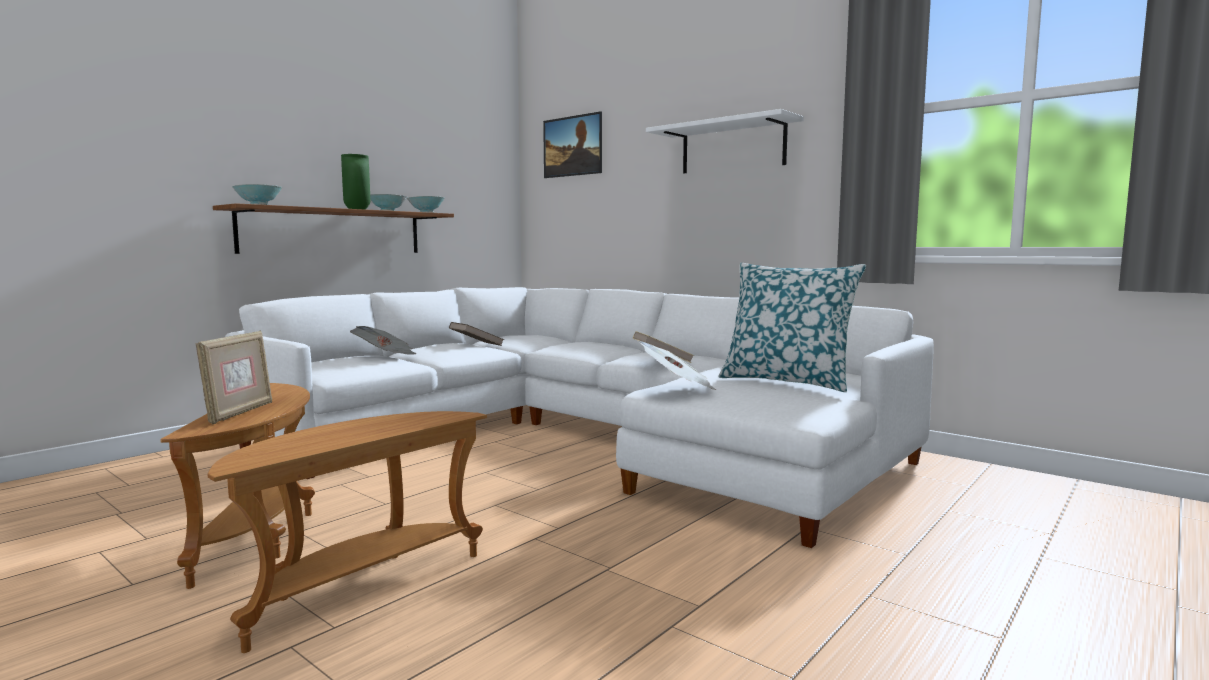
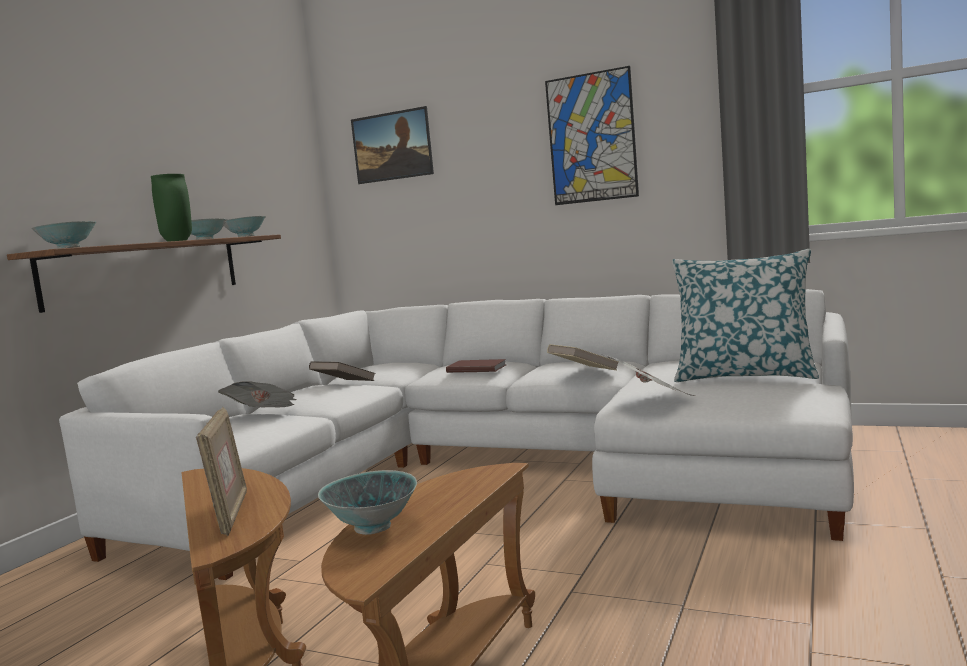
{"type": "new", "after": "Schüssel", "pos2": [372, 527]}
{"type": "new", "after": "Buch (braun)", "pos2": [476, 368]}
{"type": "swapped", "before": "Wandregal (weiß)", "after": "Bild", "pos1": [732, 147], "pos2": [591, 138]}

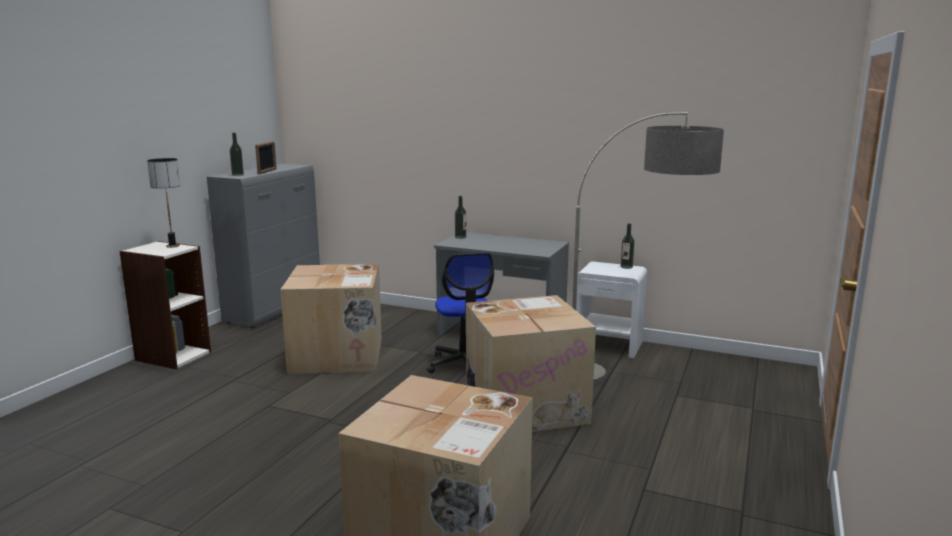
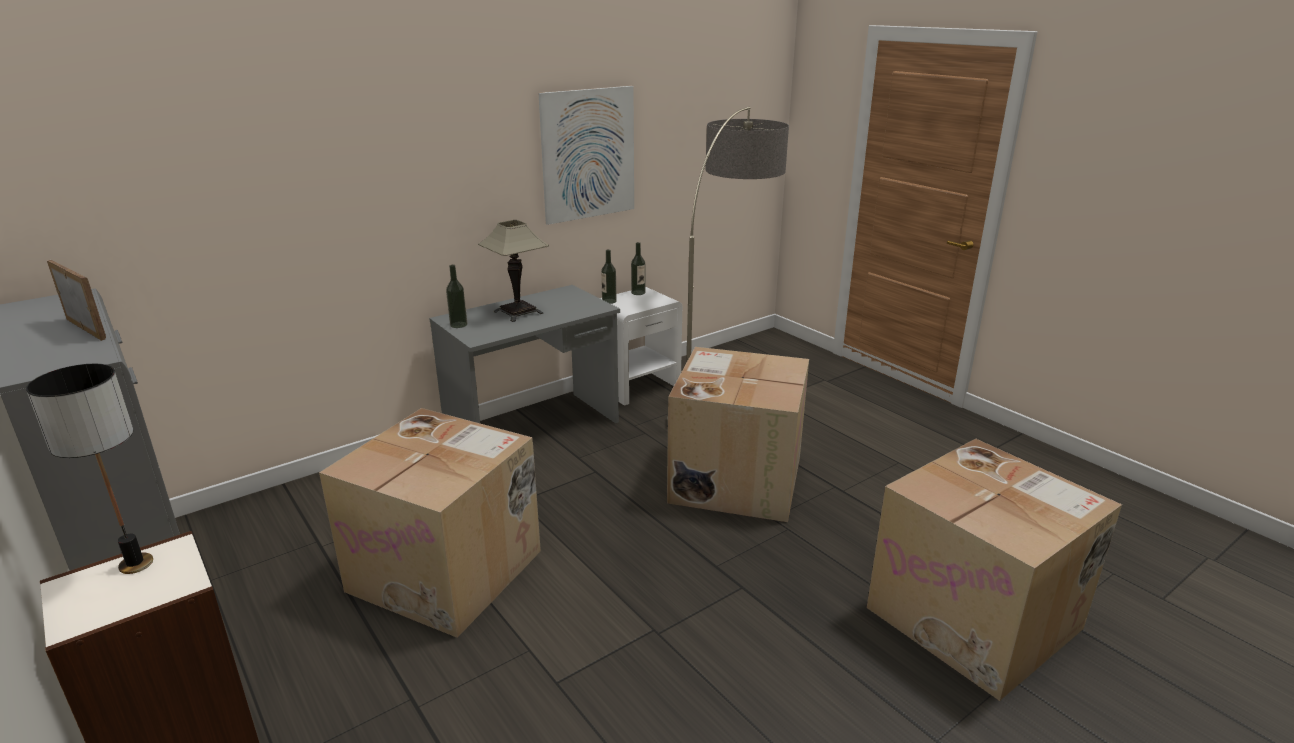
{"type": "gone", "before": "Bürostuhl", "pos1": [464, 364]}
{"type": "new", "after": "Tischlampe", "pos2": [518, 312]}
{"type": "new", "after": "Bild", "pos2": [588, 154]}
{"type": "shifted", "before": "Flasche", "pos1": [237, 175], "pos2": [609, 301]}

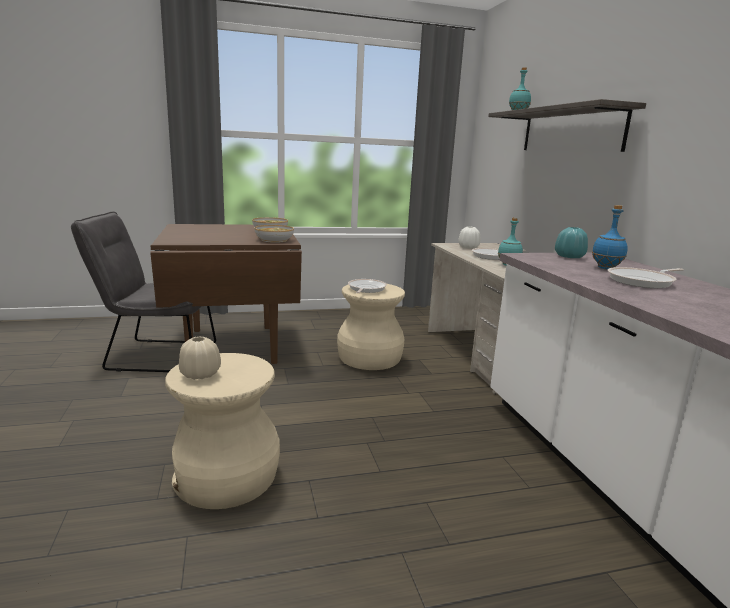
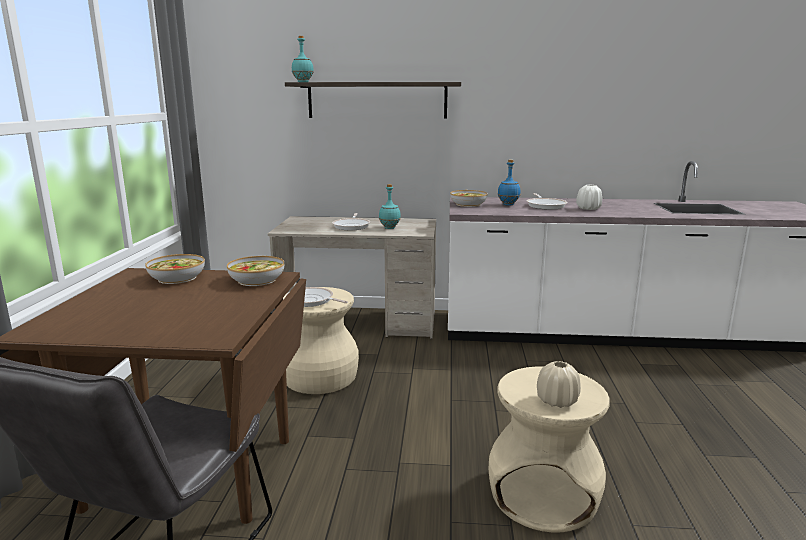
{"type": "shifted", "before": "Vase (weiß)", "pos1": [468, 247], "pos2": [588, 208]}
{"type": "swapped", "before": "Vase (türkis)", "after": "Schüssel", "pos1": [569, 257], "pos2": [468, 204]}

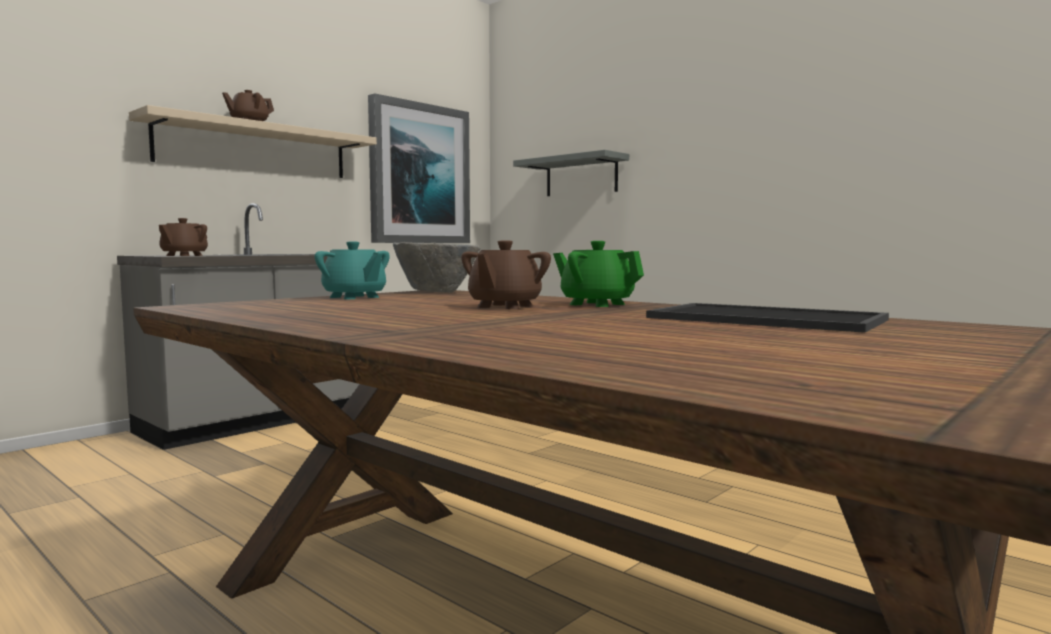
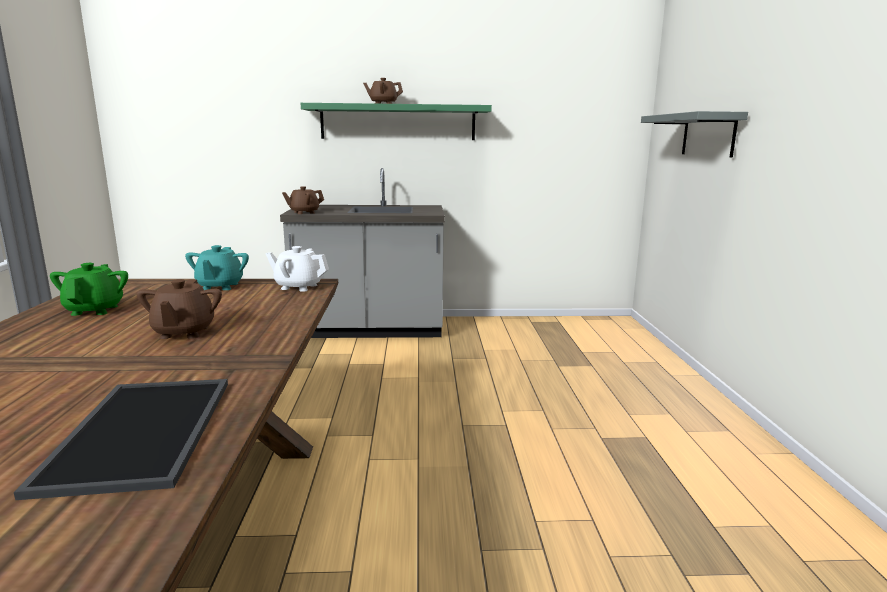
{"type": "gone", "before": "Bild", "pos1": [419, 174]}
{"type": "shifted", "before": "Teekanne (grün)", "pos1": [596, 304], "pos2": [95, 310]}
{"type": "swapped", "before": "Schüssel (grau)", "after": "Teekanne (weiß)", "pos1": [437, 292], "pos2": [298, 287]}
{"type": "repainted", "before": "Wandregal (beige)", "after": "Wandregal (grün)", "pos1": [255, 149], "pos2": [398, 122]}
{"type": "rotated", "before": "Teekanne (braun)", "pos1": [504, 306], "pos2": [183, 332], "turn": -75}

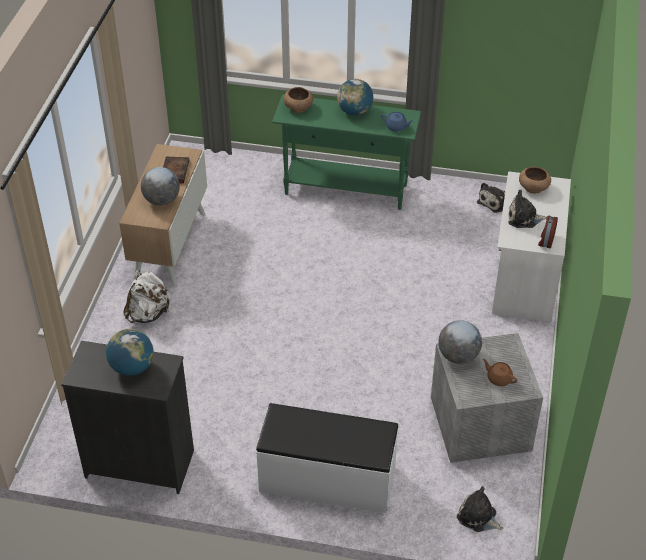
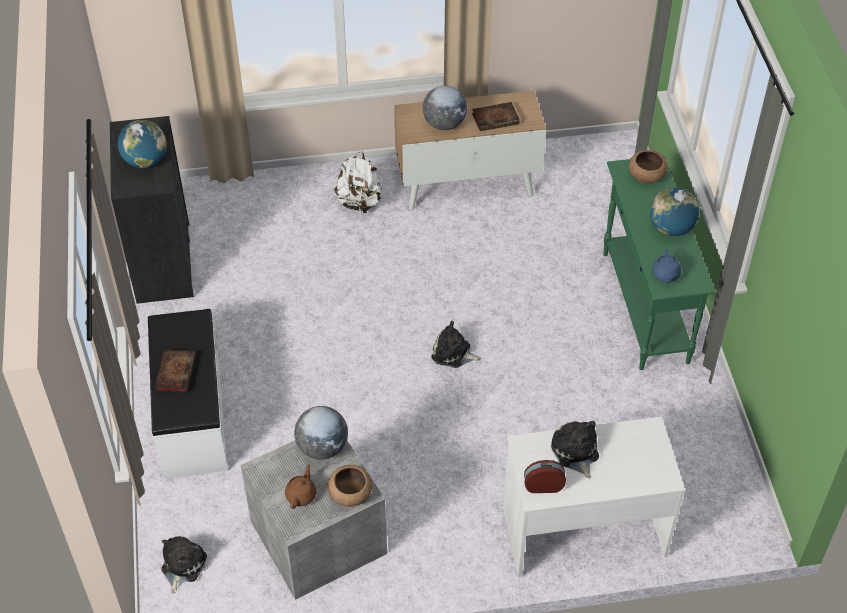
{"type": "new", "after": "Buch", "pos2": [175, 372]}
{"type": "shifted", "before": "Plüschtier", "pos1": [494, 202], "pos2": [453, 353]}
{"type": "shifted", "before": "Schüssel (braun)", "pos1": [533, 187], "pos2": [351, 494]}

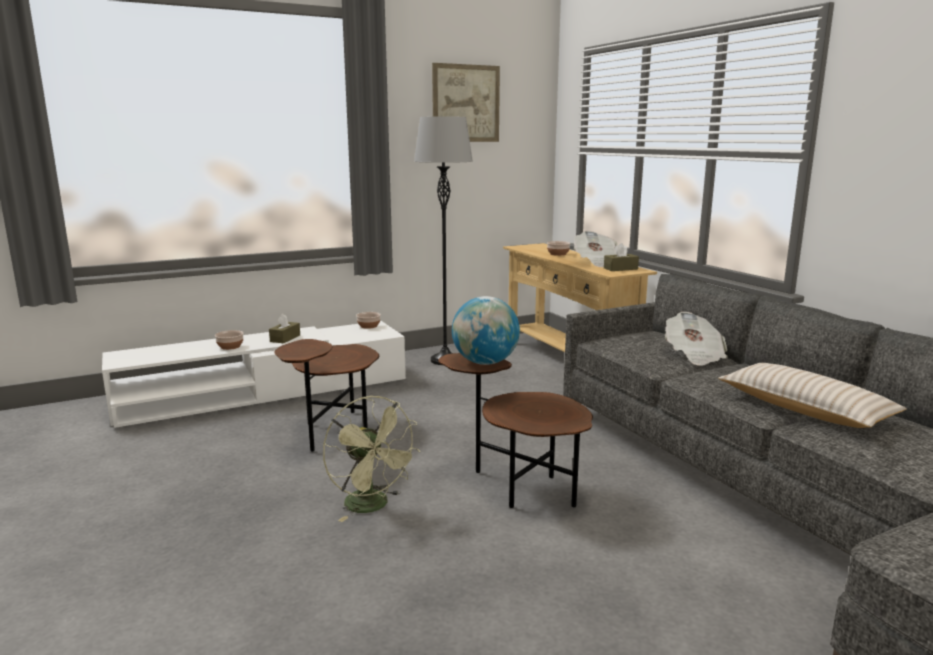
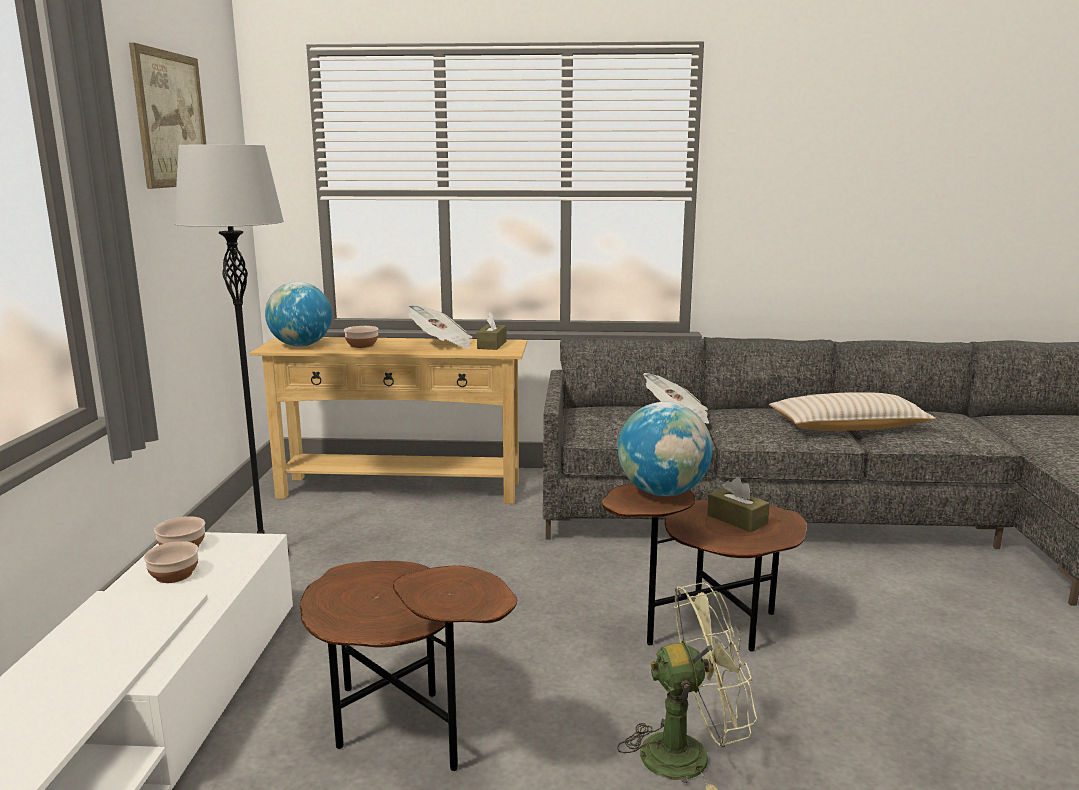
{"type": "new", "after": "Globus", "pos2": [301, 345]}
{"type": "shifted", "before": "Schüssel", "pos1": [230, 346], "pos2": [173, 575]}
{"type": "shifted", "before": "Taschentuchbox (braun)", "pos1": [285, 338], "pos2": [737, 519]}

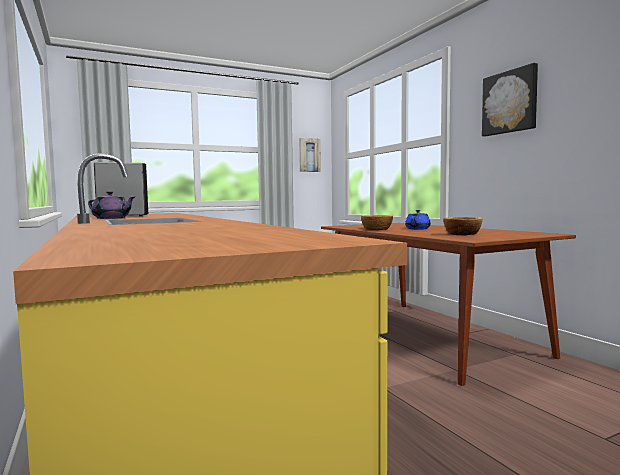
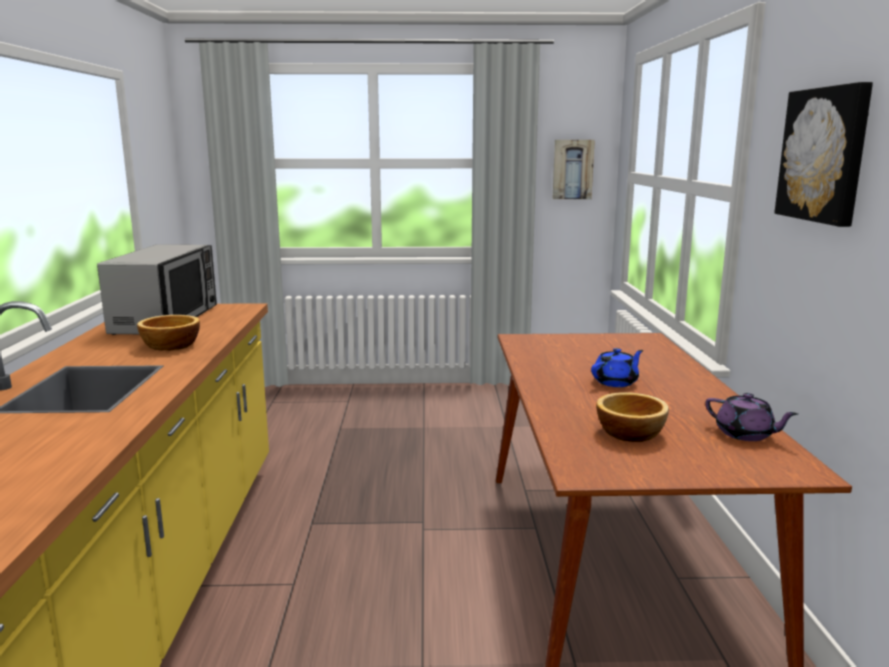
{"type": "shifted", "before": "Teekanne (lila)", "pos1": [112, 218], "pos2": [745, 434]}
{"type": "shifted", "before": "Schüssel", "pos1": [376, 229], "pos2": [169, 346]}

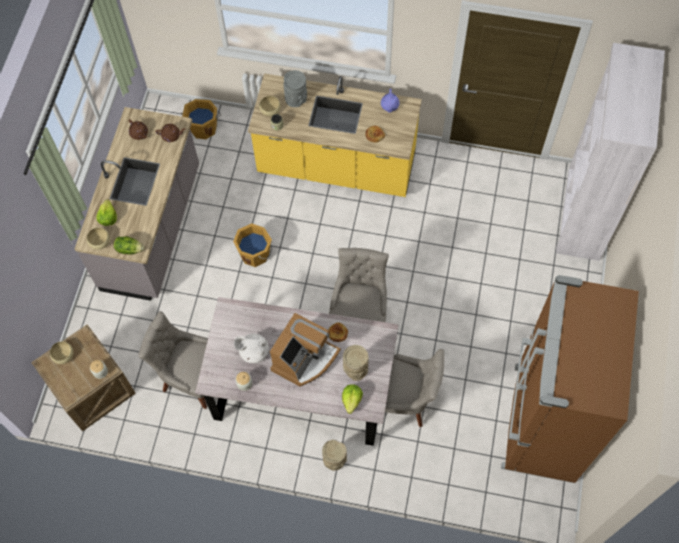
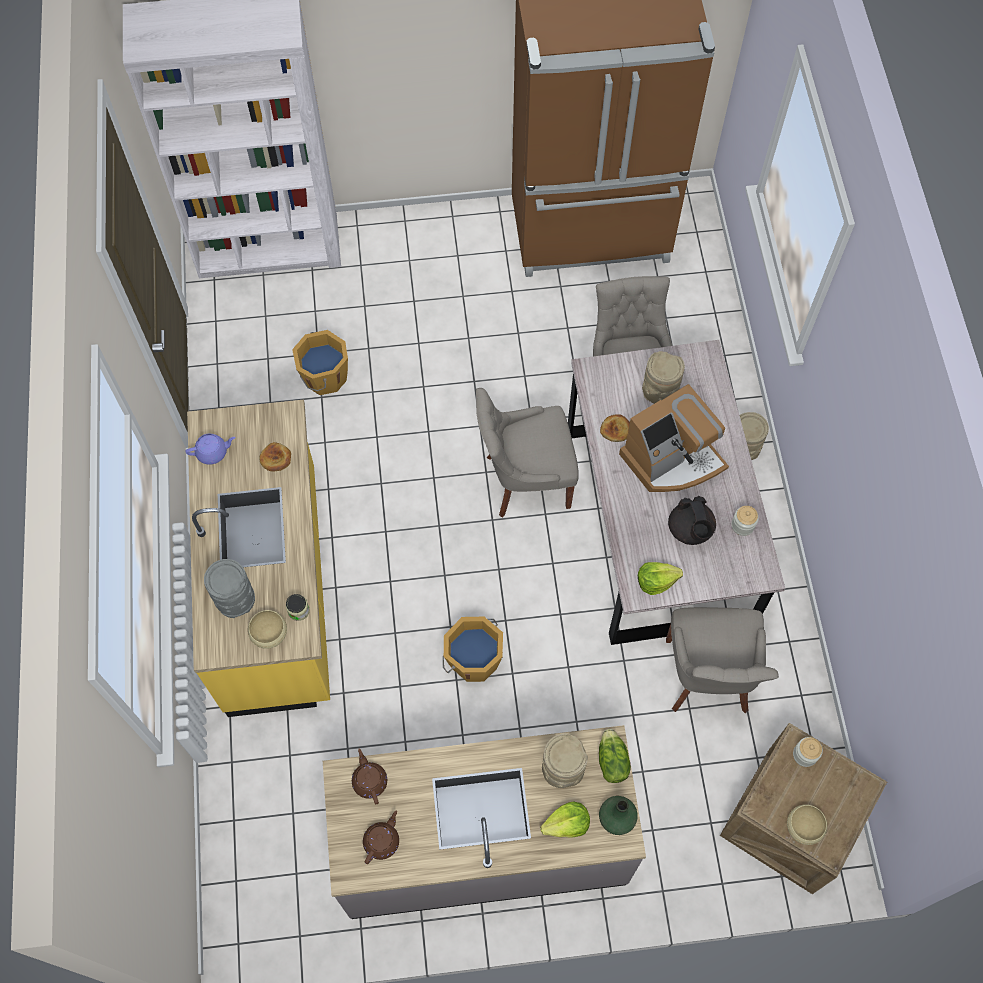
{"type": "new", "after": "Vase (beige)", "pos2": [562, 770]}
{"type": "shifted", "before": "Eimer (orange)", "pos1": [203, 127], "pos2": [324, 377]}
{"type": "shifted", "before": "Salatkopf", "pos1": [352, 400], "pos2": [656, 581]}
{"type": "swapped", "before": "Schüssel (beige)", "after": "Vase (grün)", "pos1": [99, 241], "pos2": [616, 818]}
{"type": "repainted", "before": "Teekanne (weiß)", "after": "Teekanne (schwarz)", "pos1": [253, 352], "pos2": [690, 530]}
{"type": "rotated", "before": "Kaffeemaschine", "pos1": [304, 359], "pos2": [672, 459], "turn": 135}

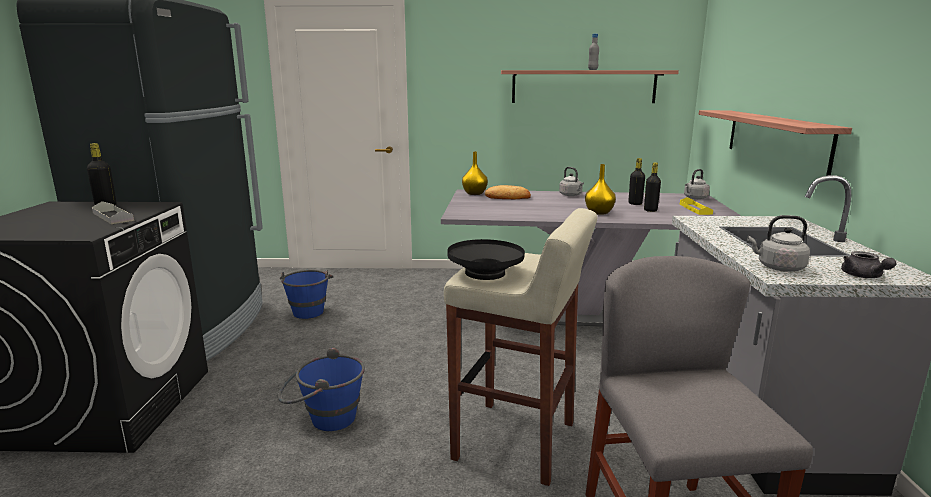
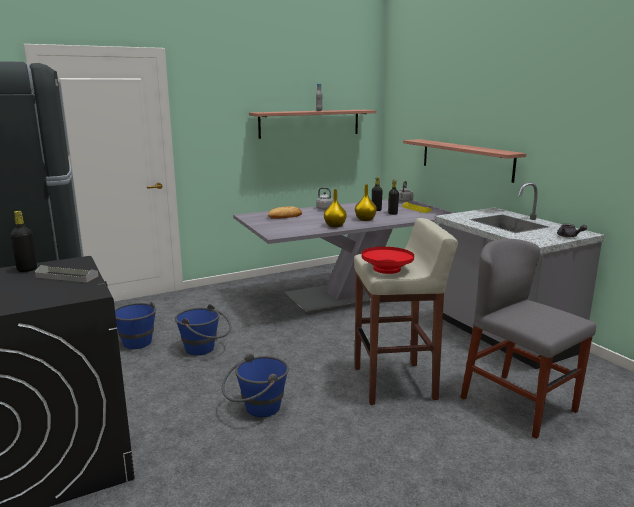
{"type": "gone", "before": "Wasserkessel (grau)", "pos1": [778, 267]}
{"type": "new", "after": "Eimer (blau)", "pos2": [205, 349]}
{"type": "shifted", "before": "Vase (gelb)", "pos1": [475, 193], "pos2": [335, 226]}
{"type": "repainted", "before": "Schüssel (schwarz)", "after": "Schüssel (rot)", "pos1": [486, 273], "pos2": [387, 269]}

